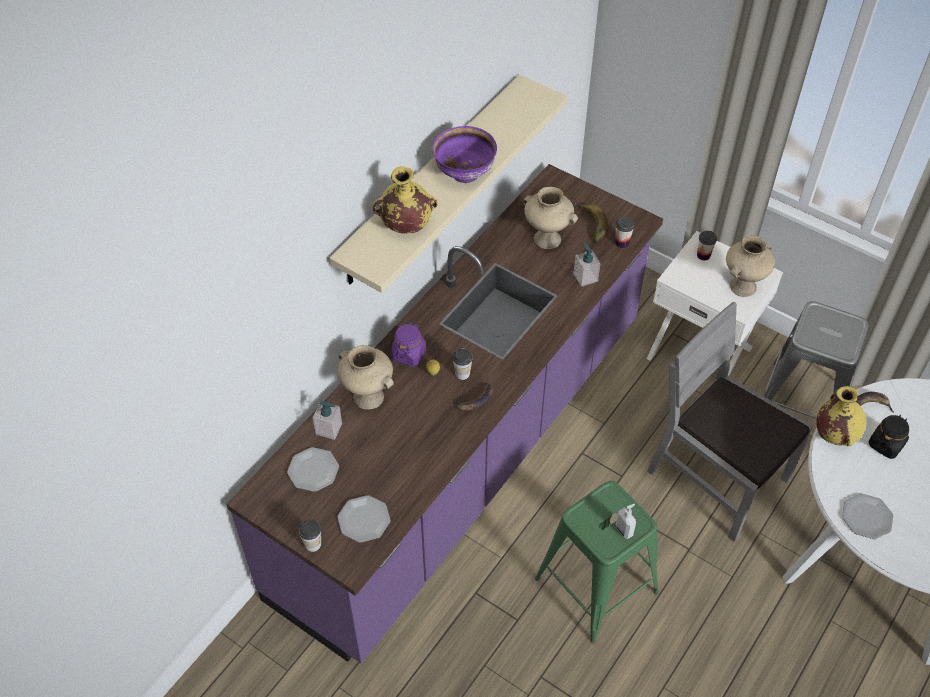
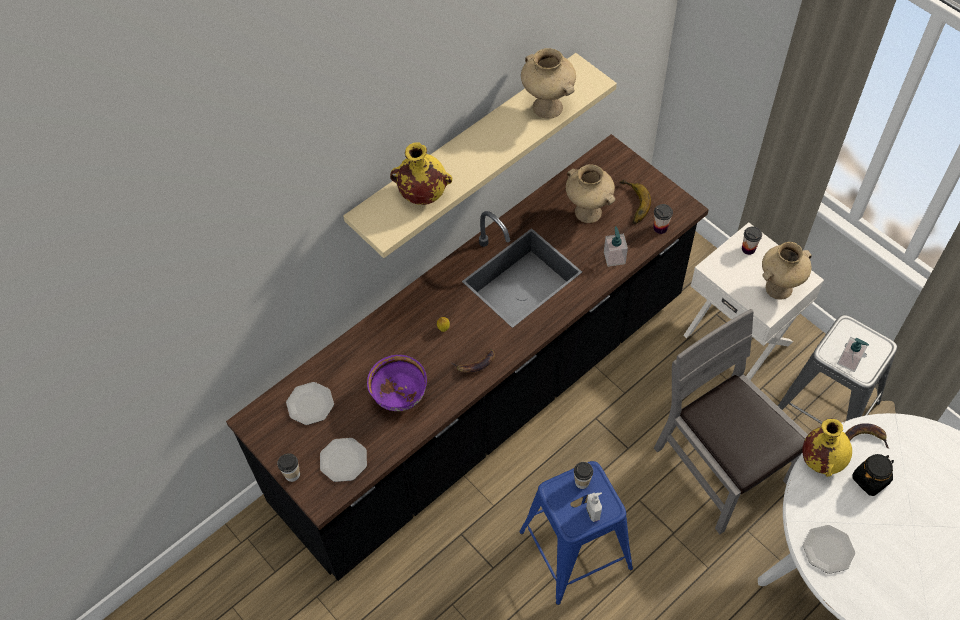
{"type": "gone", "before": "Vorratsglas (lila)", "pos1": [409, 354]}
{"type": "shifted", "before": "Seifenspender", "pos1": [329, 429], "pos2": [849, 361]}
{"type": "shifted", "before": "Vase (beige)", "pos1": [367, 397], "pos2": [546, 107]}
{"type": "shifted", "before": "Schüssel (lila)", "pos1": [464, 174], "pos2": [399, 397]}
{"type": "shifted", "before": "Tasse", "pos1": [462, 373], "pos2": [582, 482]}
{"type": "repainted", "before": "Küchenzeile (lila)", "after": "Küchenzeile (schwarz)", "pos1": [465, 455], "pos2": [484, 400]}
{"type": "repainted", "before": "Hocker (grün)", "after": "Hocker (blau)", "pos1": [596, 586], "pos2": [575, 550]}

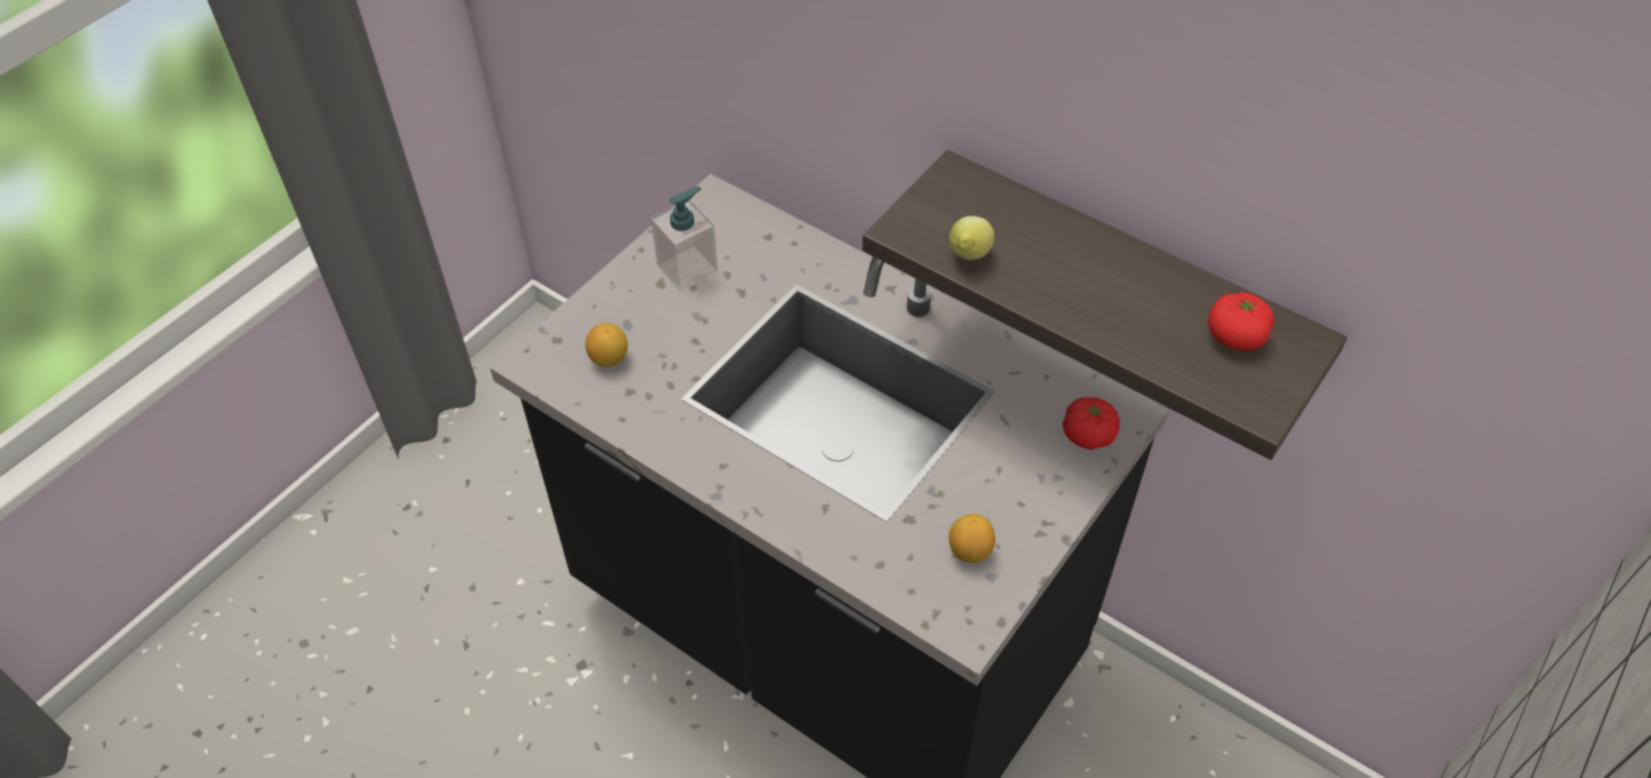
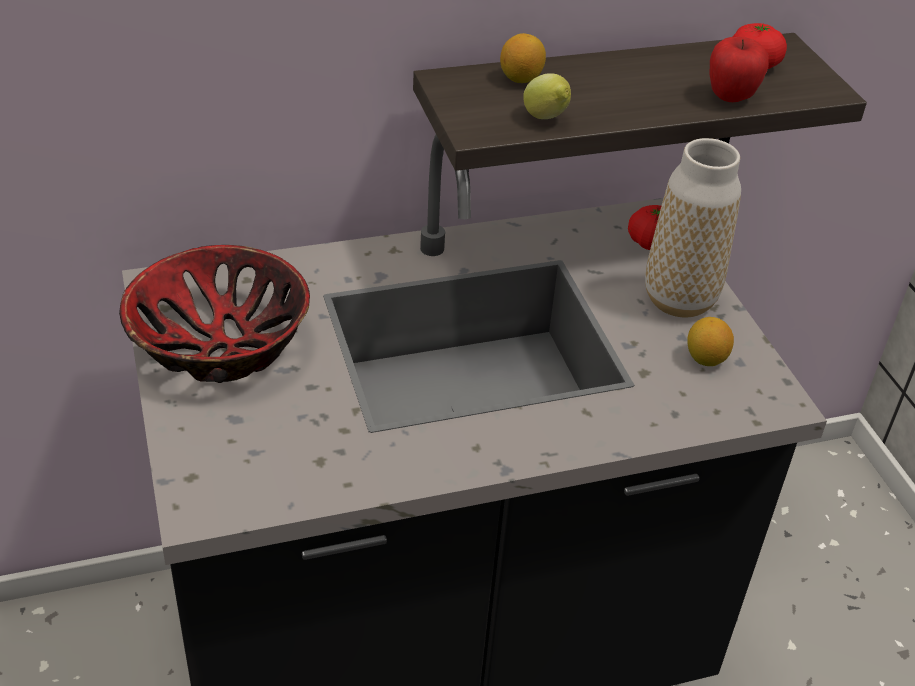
{"type": "new", "after": "Vase", "pos2": [679, 300]}
{"type": "new", "after": "Apfel", "pos2": [730, 97]}
{"type": "shifted", "before": "Zitrone", "pos1": [609, 358], "pos2": [520, 79]}
{"type": "swapped", "before": "Seifenspender", "after": "Schüssel", "pos1": [688, 268], "pos2": [218, 344]}

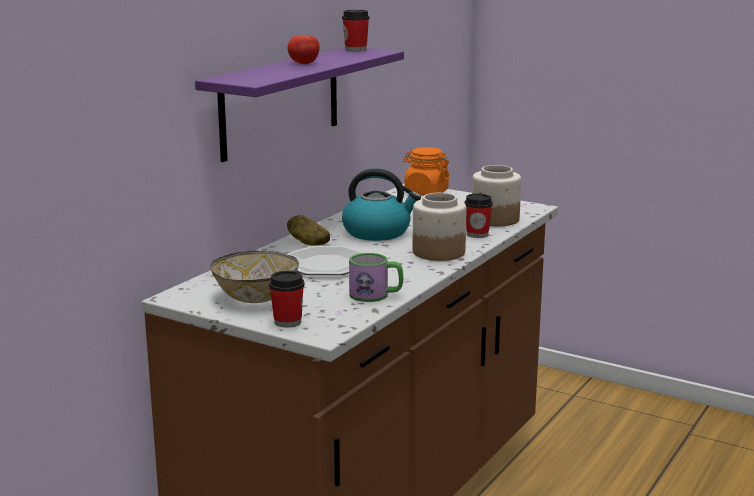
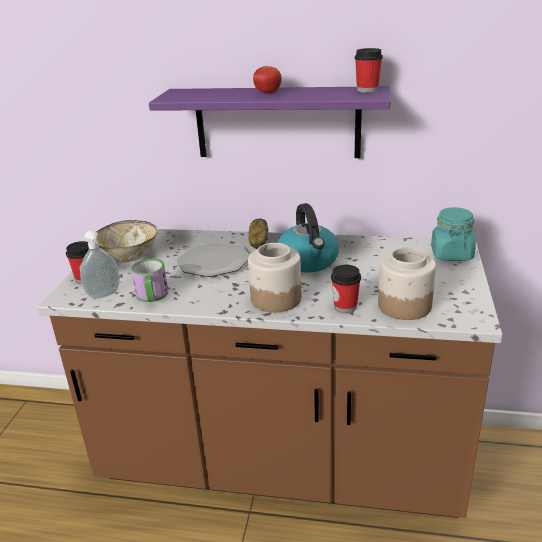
{"type": "new", "after": "Seifenspender", "pos2": [104, 295]}
{"type": "repainted", "before": "Vorratsglas (orange)", "after": "Vorratsglas (türkis)", "pos1": [426, 192], "pos2": [451, 254]}

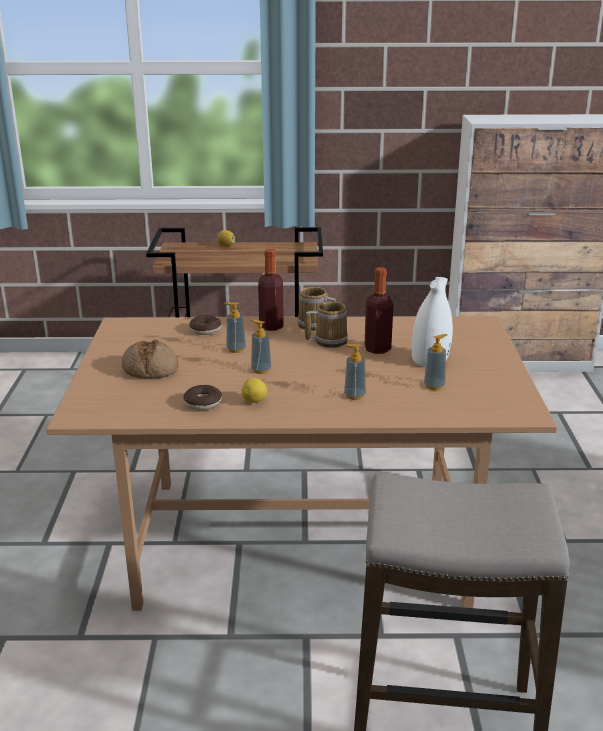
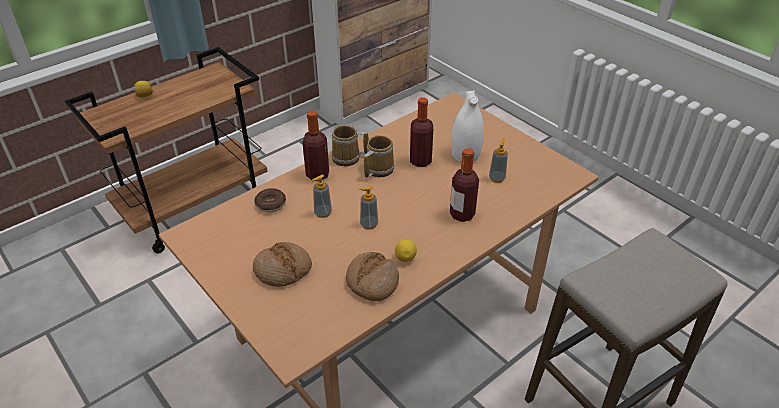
{"type": "swapped", "before": "Donut", "after": "Brot", "pos1": [203, 403], "pos2": [372, 282]}
{"type": "swapped", "before": "Seifenspender", "after": "Flasche", "pos1": [354, 396], "pos2": [462, 214]}

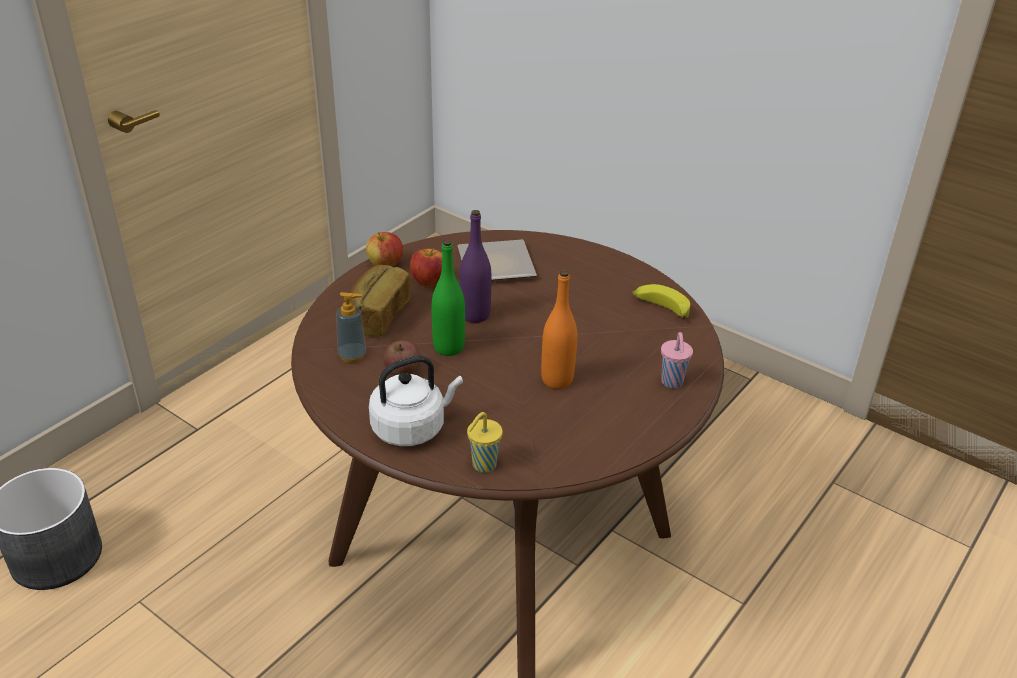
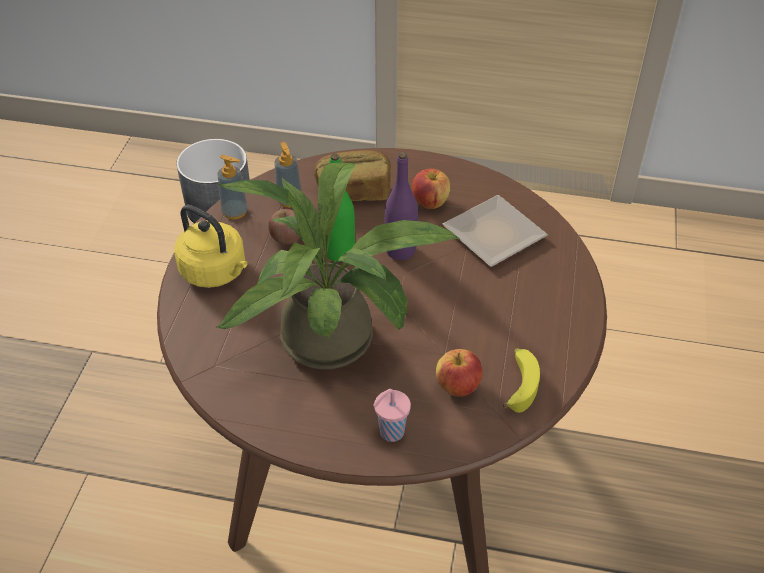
{"type": "gone", "before": "Tasse (gelb)", "pos1": [483, 465]}
{"type": "new", "after": "Seifenspender", "pos2": [235, 212]}
{"type": "shifted", "before": "Apfel", "pos1": [385, 264], "pos2": [458, 386]}
{"type": "swapped", "before": "Flasche (orange)", "after": "Topfpflanze", "pos1": [557, 380], "pos2": [339, 341]}
{"type": "repainted", "before": "Wasserkessel (weiß)", "after": "Wasserkessel (gelb)", "pos1": [412, 428], "pos2": [216, 272]}

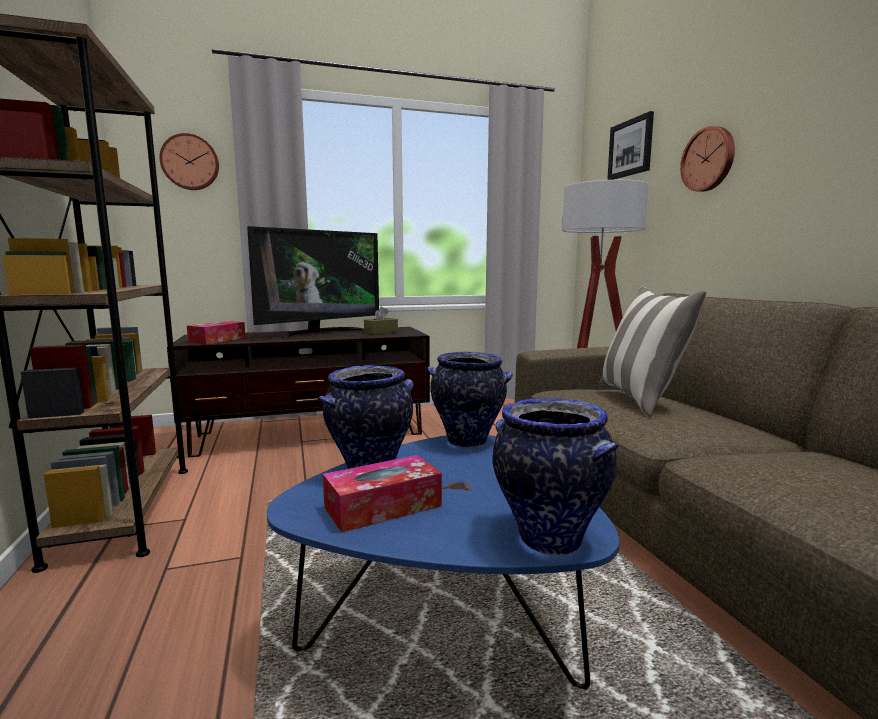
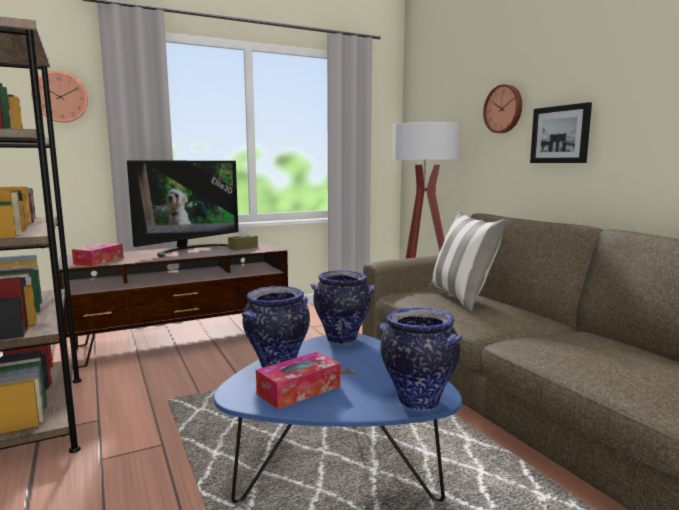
{"type": "shifted", "before": "Bild", "pos1": [631, 148], "pos2": [560, 134]}

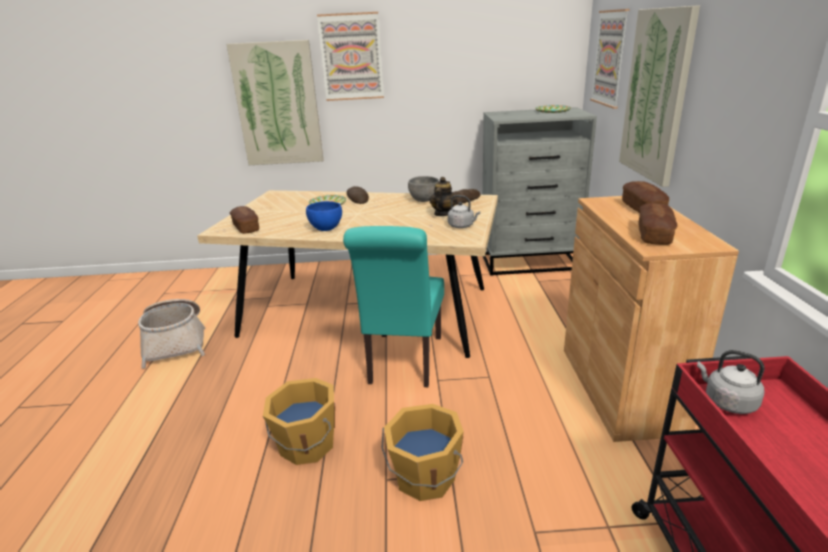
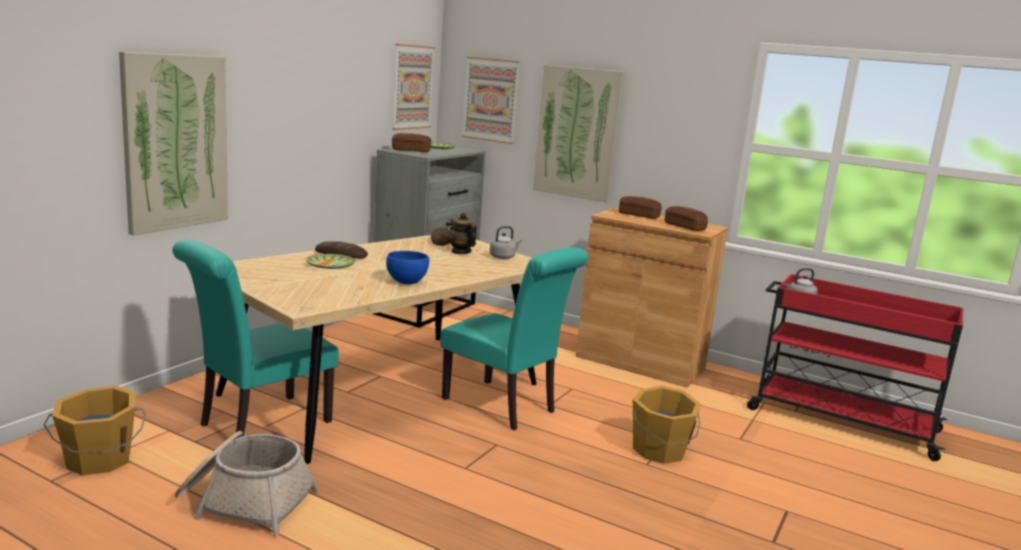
{"type": "gone", "before": "Schüssel (grau)", "pos1": [423, 200]}
{"type": "new", "after": "Stuhl (türkis)", "pos2": [258, 424]}
{"type": "shifted", "before": "Brot", "pos1": [246, 227], "pos2": [411, 150]}
{"type": "shifted", "before": "Eimer (orange)", "pos1": [306, 445], "pos2": [99, 460]}
{"type": "shifted", "before": "Bild", "pos1": [351, 57], "pos2": [412, 87]}

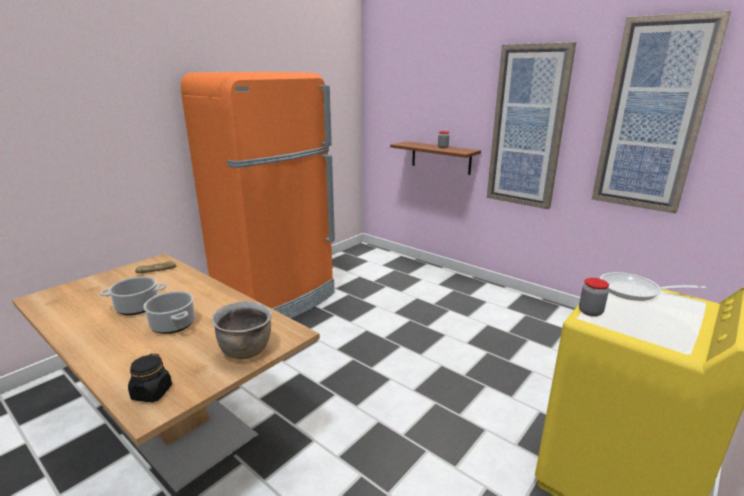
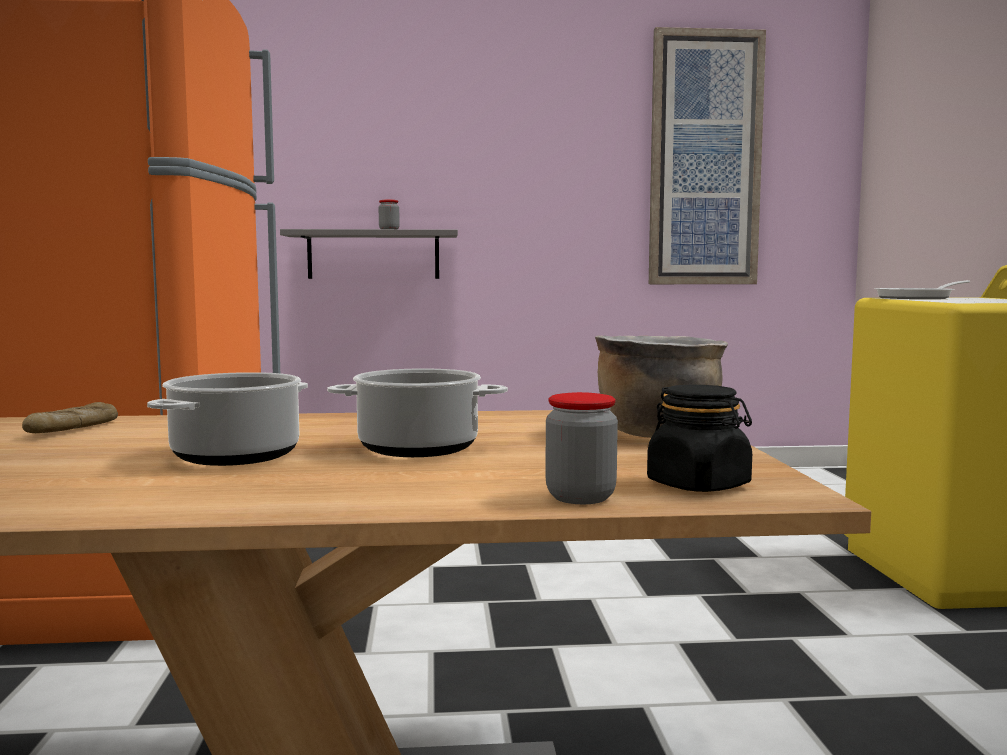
{"type": "gone", "before": "Bild", "pos1": [527, 128]}
{"type": "shifted", "before": "Vorratsglas", "pos1": [590, 312], "pos2": [580, 497]}
{"type": "repainted", "before": "Wandregal (braun)", "after": "Wandregal (grau)", "pos1": [441, 157], "pos2": [373, 255]}

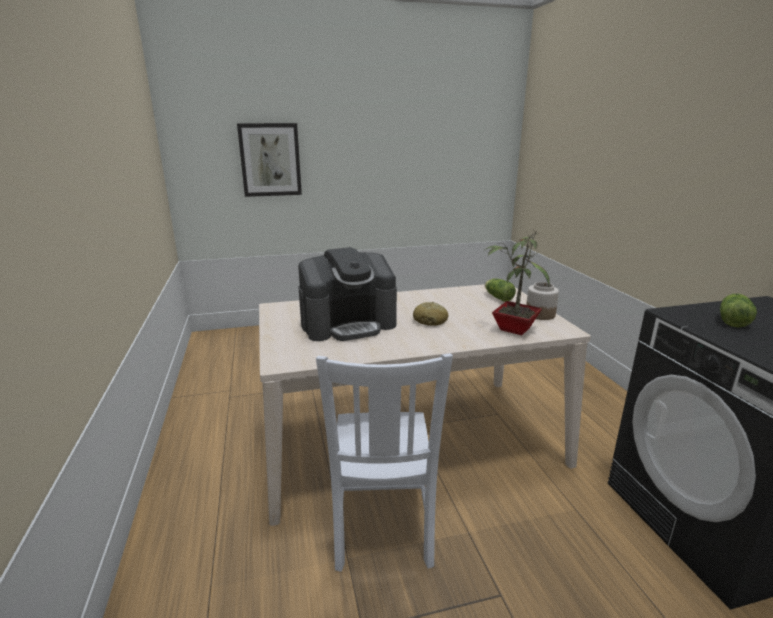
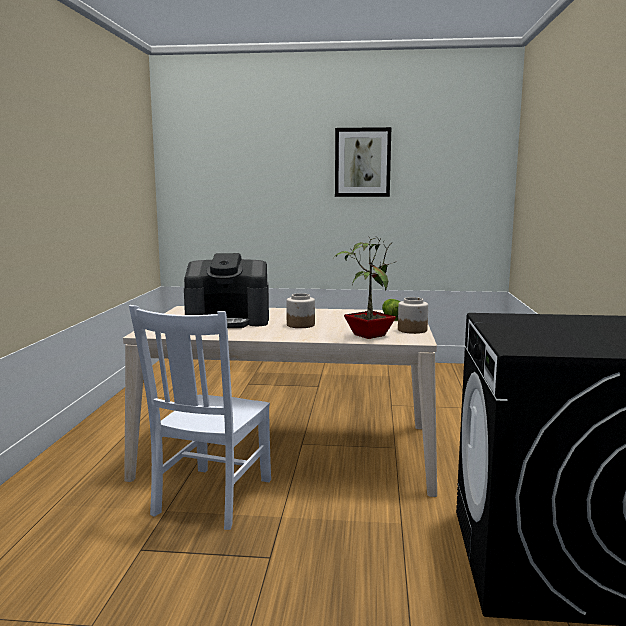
{"type": "gone", "before": "Salatkopf", "pos1": [732, 320]}
{"type": "shifted", "before": "Bild", "pos1": [270, 160], "pos2": [362, 162]}
{"type": "swapped", "before": "Brot", "after": "Vorratsglas", "pos1": [430, 321], "pos2": [301, 325]}

